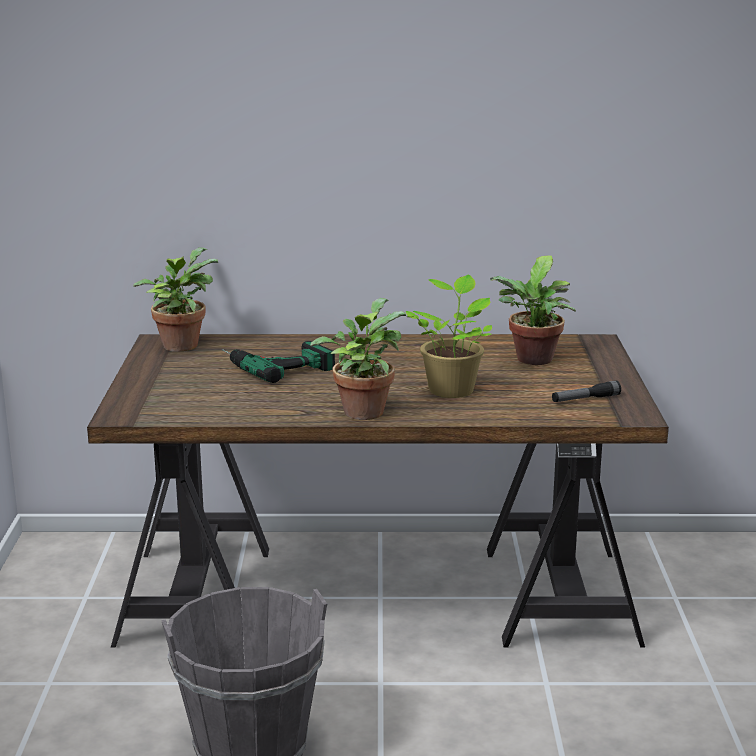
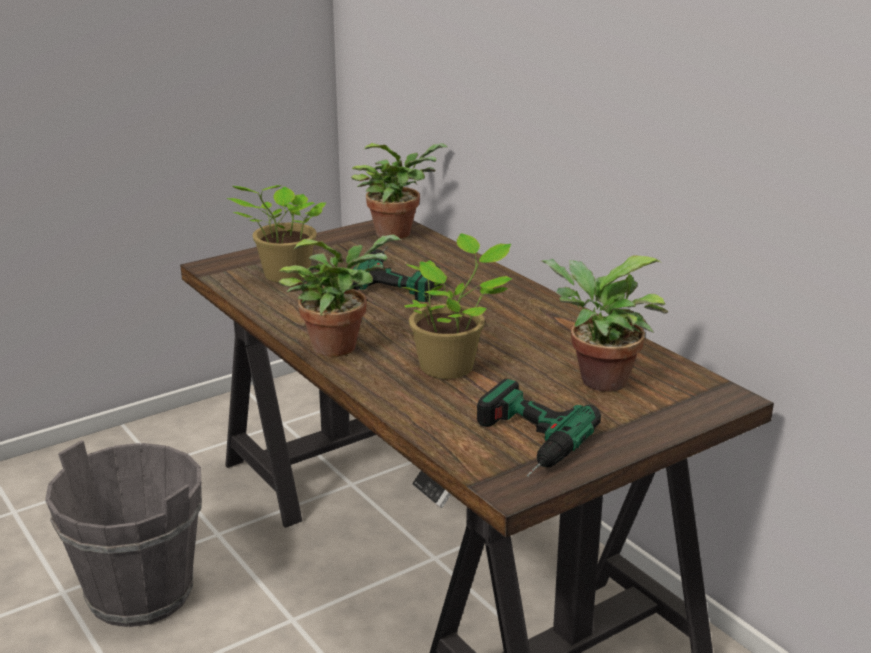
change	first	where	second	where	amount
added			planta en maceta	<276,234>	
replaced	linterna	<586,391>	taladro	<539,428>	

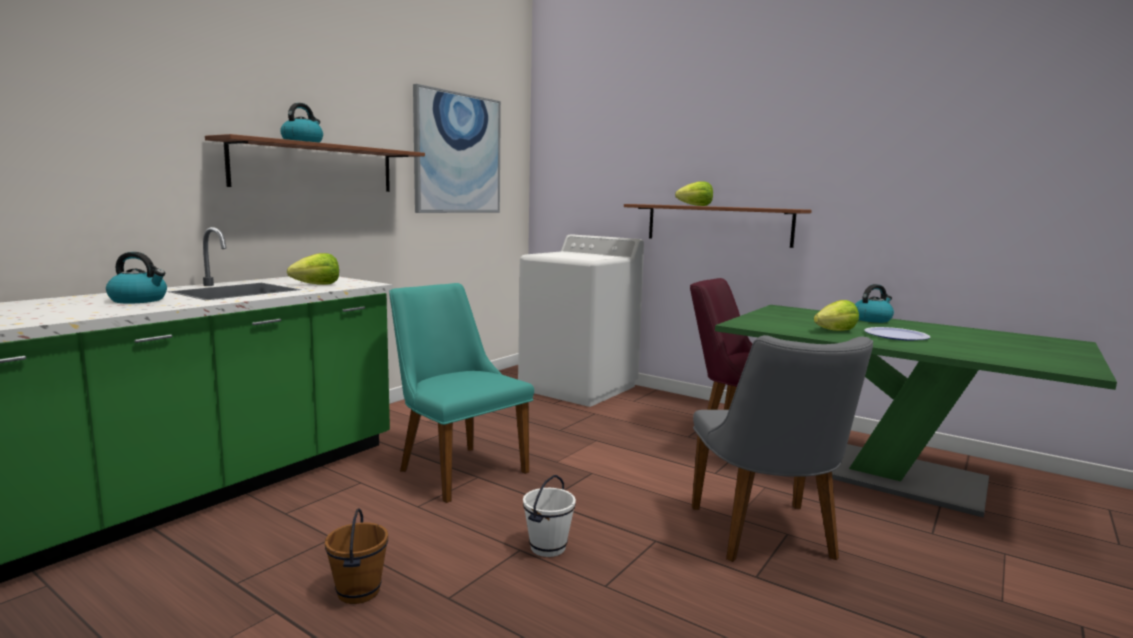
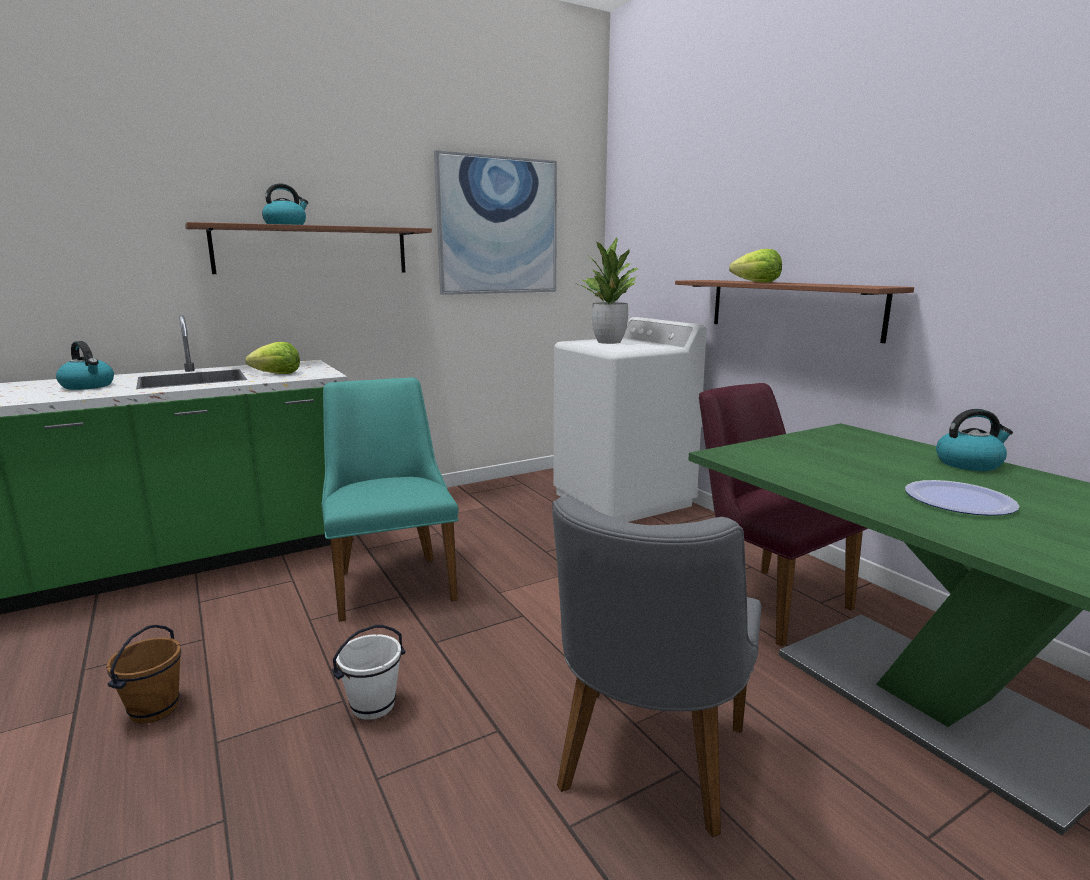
change	first	where	second	where	amount
added			planta en maceta	<606,291>	
removed	lechuga	<836,315>			

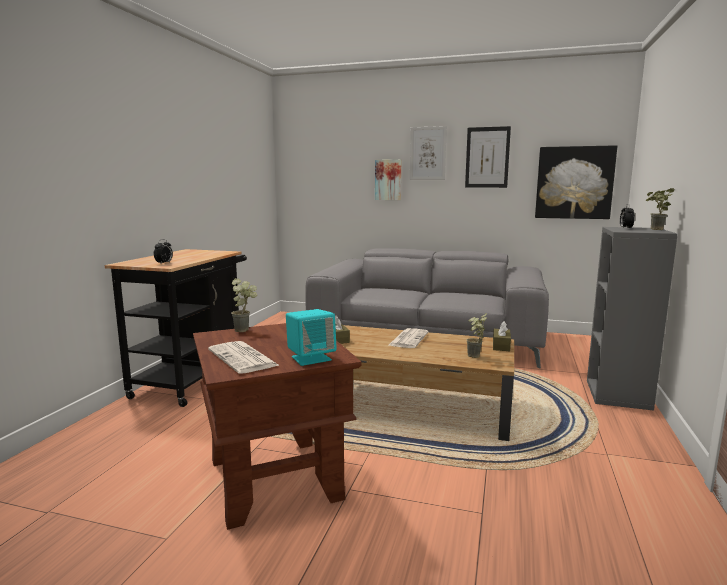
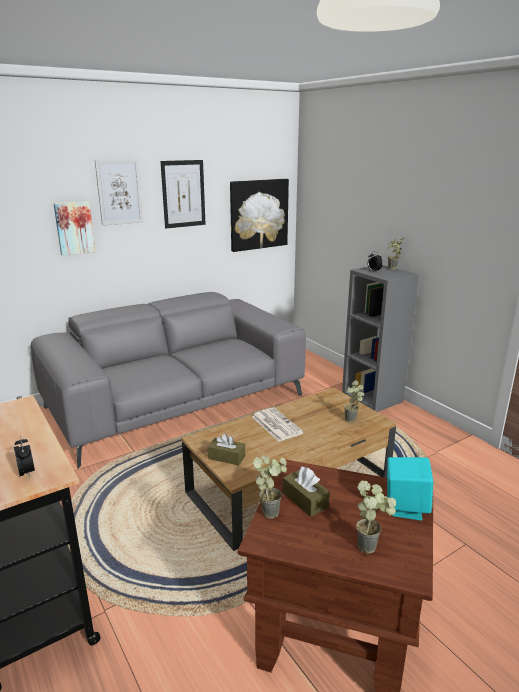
change	first	where	second	where	amount
moved	caja de pañuelos/marrón	<502,336>		<306,492>	
replaced	periódico	<244,357>	planta en maceta	<376,517>	

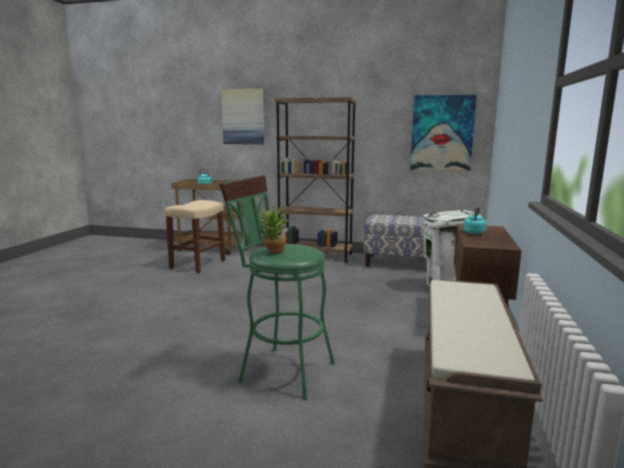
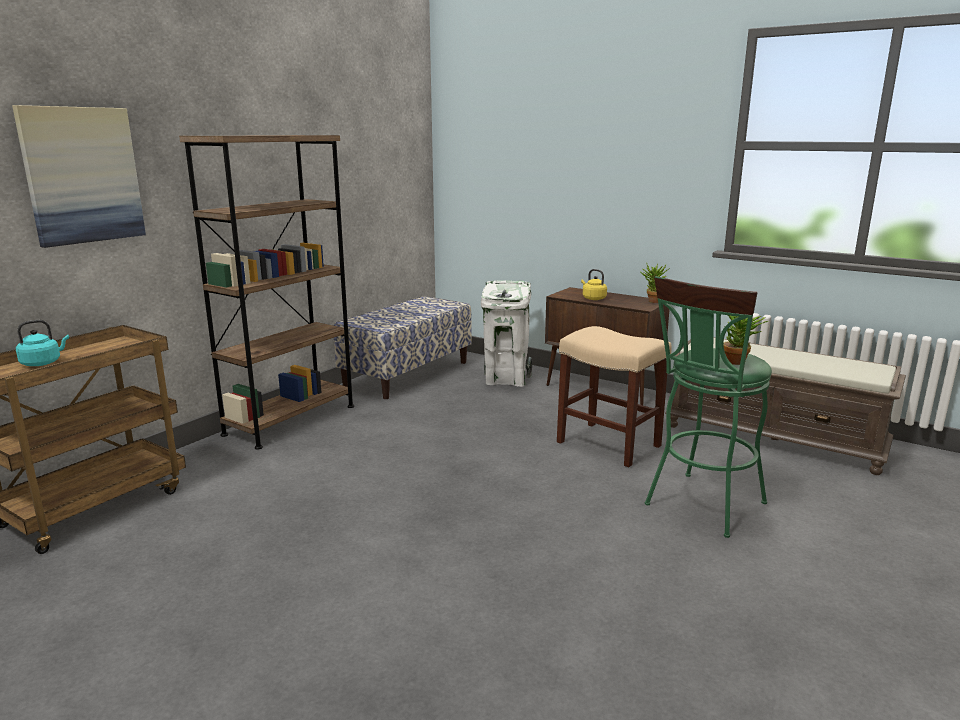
change	first	where	second	where	amount
moved	taburete/beis	<195,236>		<614,396>	
recoloured	hervidor/turquesa	<475,220>	hervidor/amarillo	<594,284>	
added			planta en maceta	<655,283>	
removed	cuadro	<443,133>			

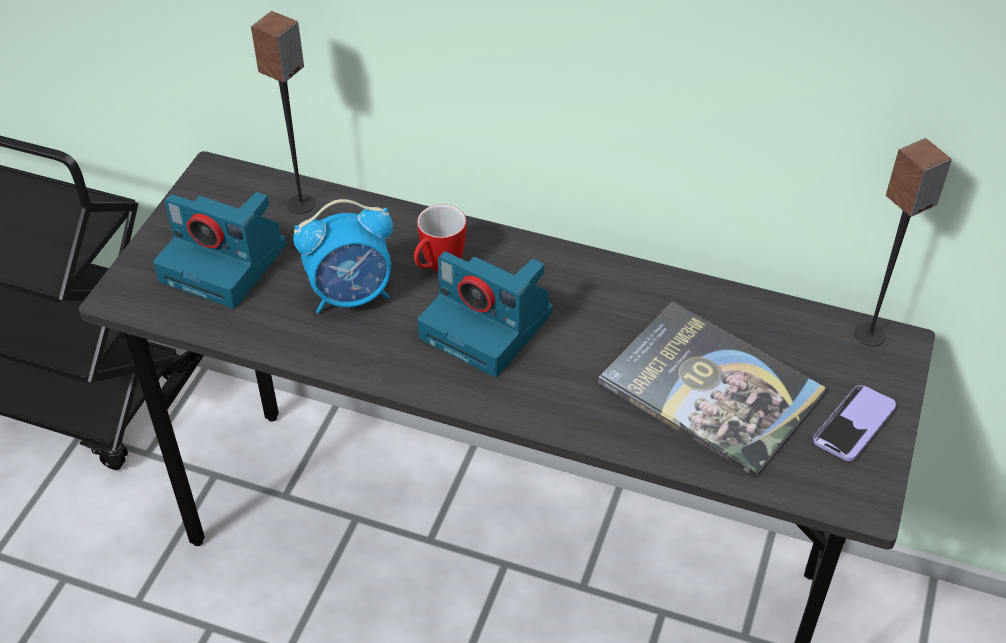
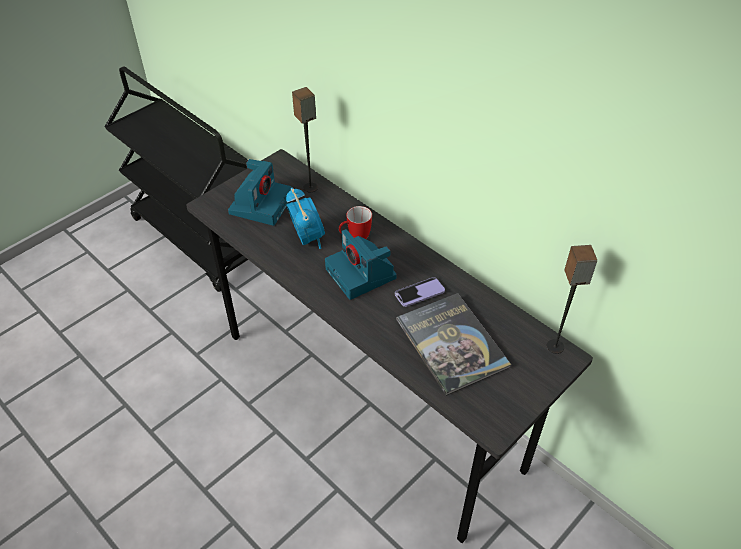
change	first	where	second	where	amount
turned	cámara	<219,250>		<260,192>	120 degrees counterclockwise
turned	despertador	<343,256>		<305,218>	120 degrees counterclockwise
moved	móvil	<854,423>		<420,292>	

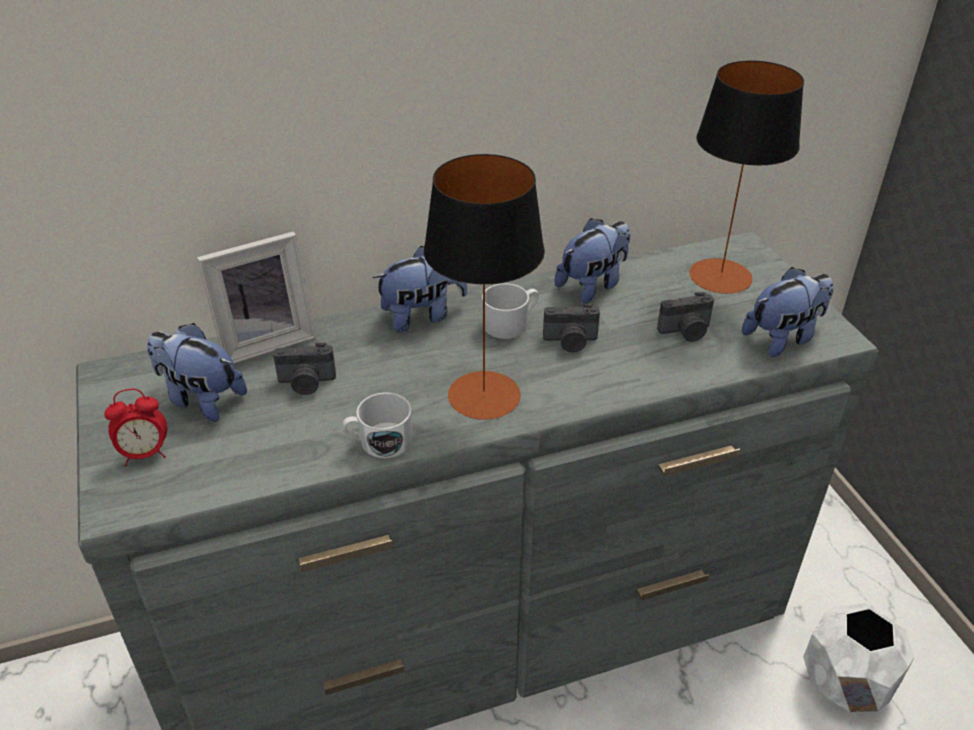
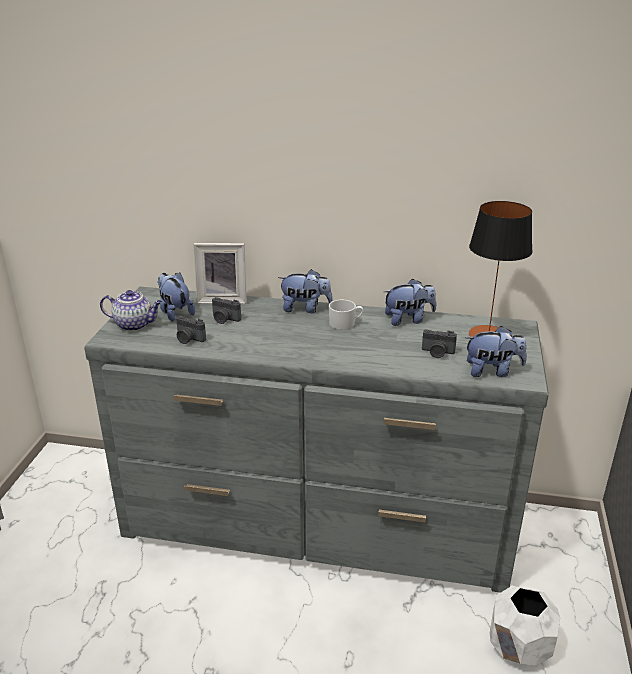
change	first	where	second	where	amount
replaced	despertador	<135,427>	tetera	<131,310>	
moved	cámara	<571,327>		<191,330>	
removed	taza grande/blanco	<377,425>			
removed	lámpara de mesa	<484,287>			

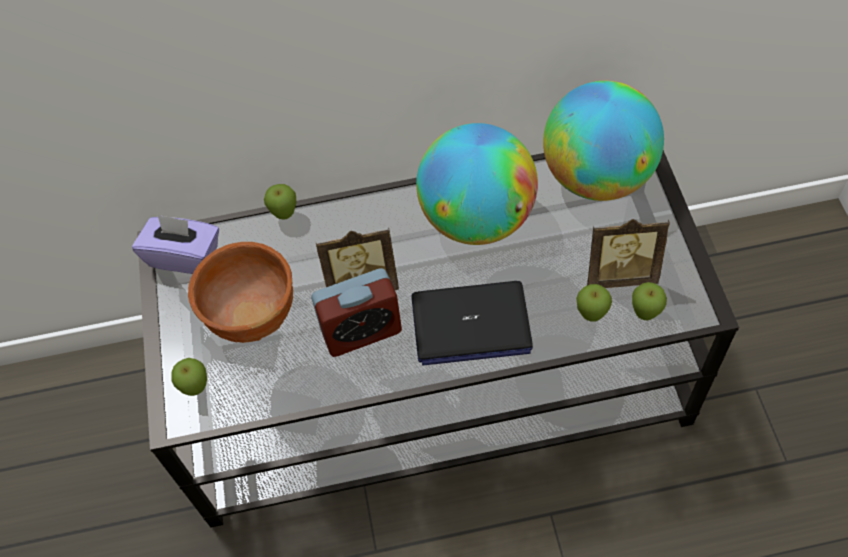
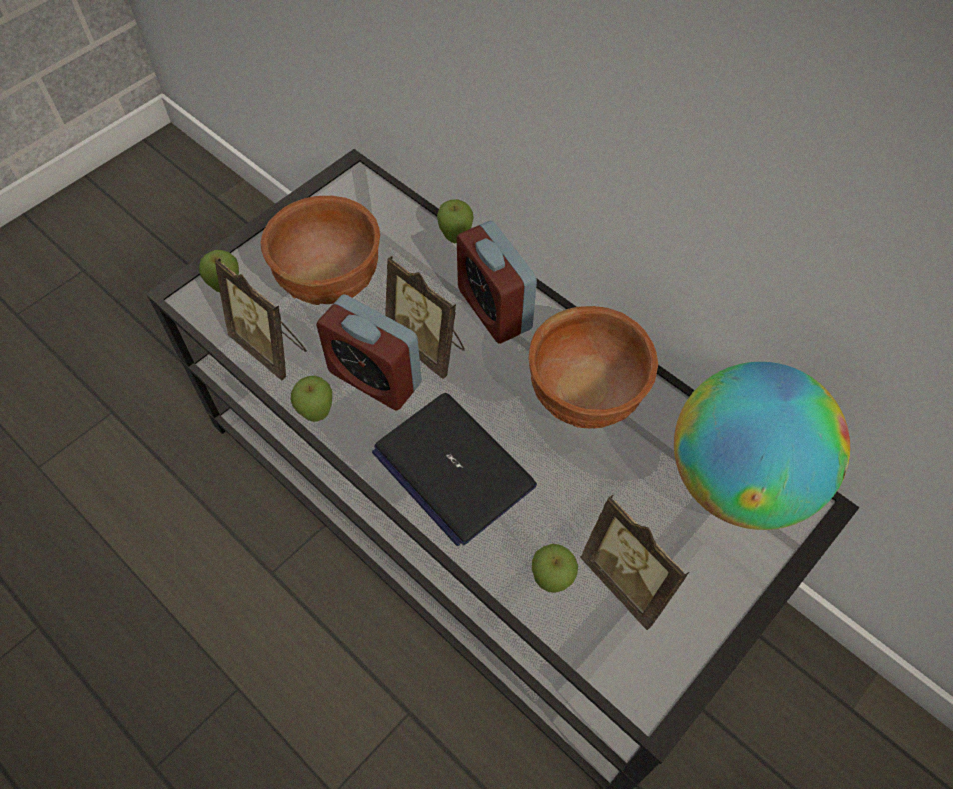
change	first	where	second	where	amount
added			portarretratos	<261,319>	
moved	manzana	<649,301>		<311,399>	
added			despertador	<496,282>	
replaced	globo terráqueo	<477,184>	cuenco/marrón	<593,367>	
removed	caja de pañuelos/morado	<175,244>			

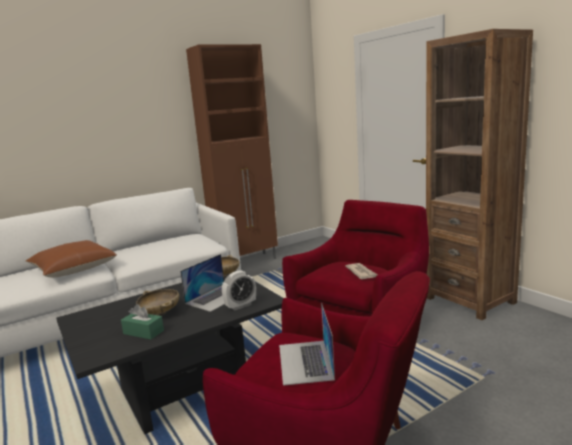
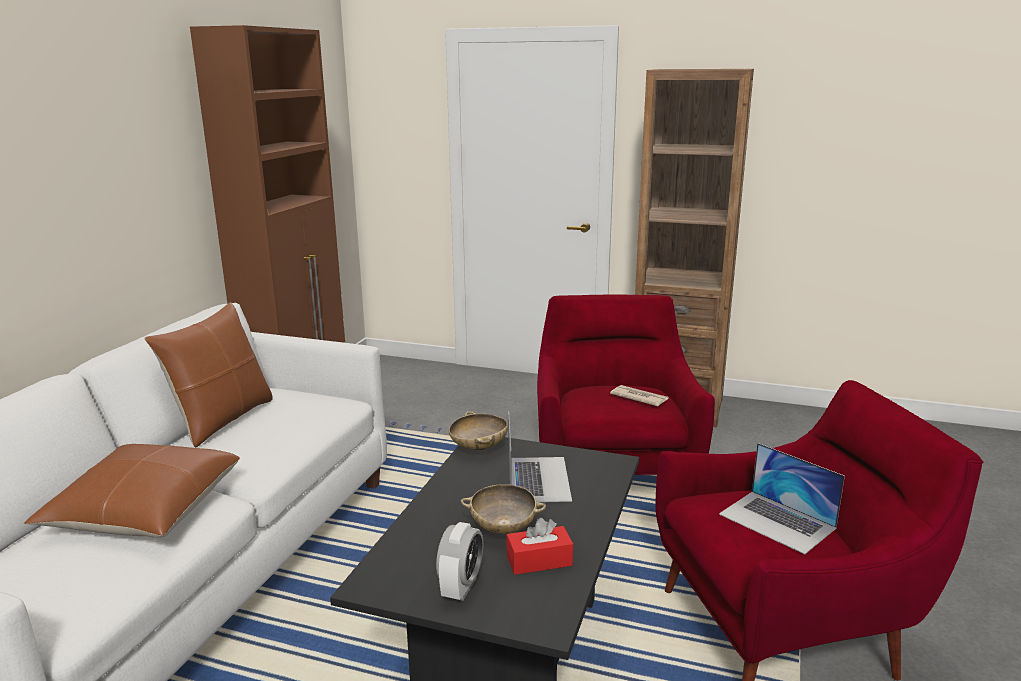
change	first	where	second	where	amount
added			cojín/marrón	<208,375>	
moved	despertador	<239,290>		<459,561>	
recoloured	caja de pañuelos/verde	<142,322>	caja de pañuelos/rojo	<539,546>	

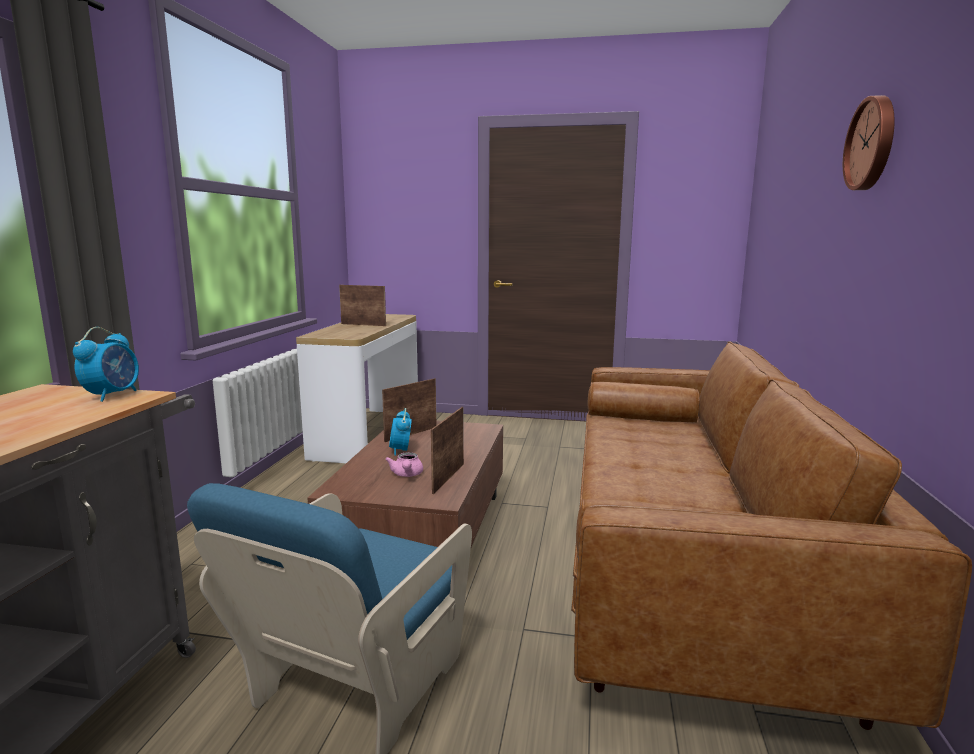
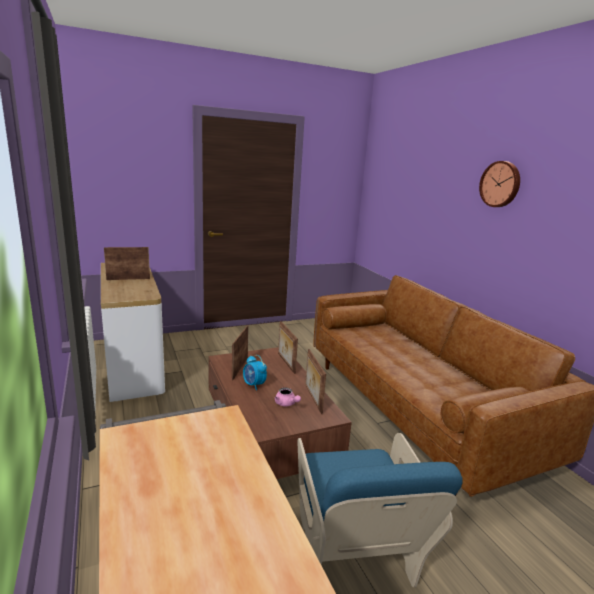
change	first	where	second	where	amount
added			portarretratos	<288,347>	
removed	despertador	<106,364>			

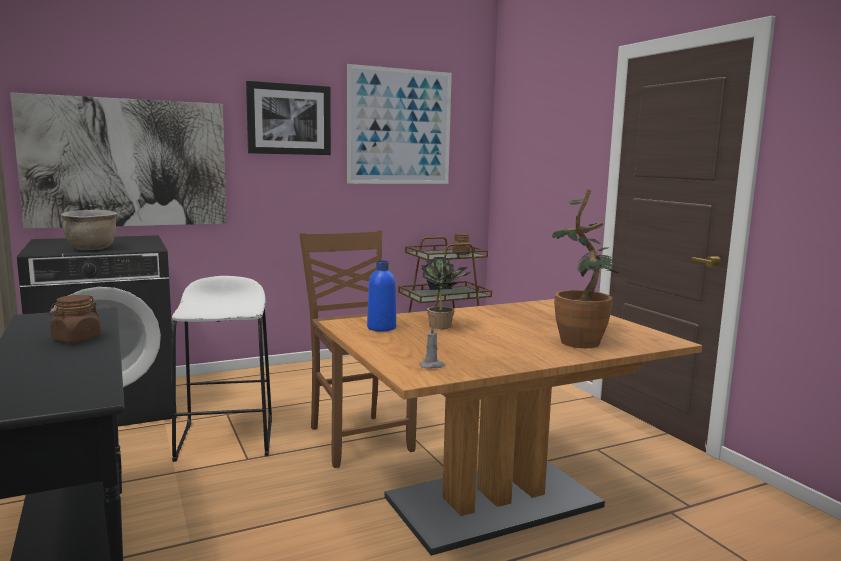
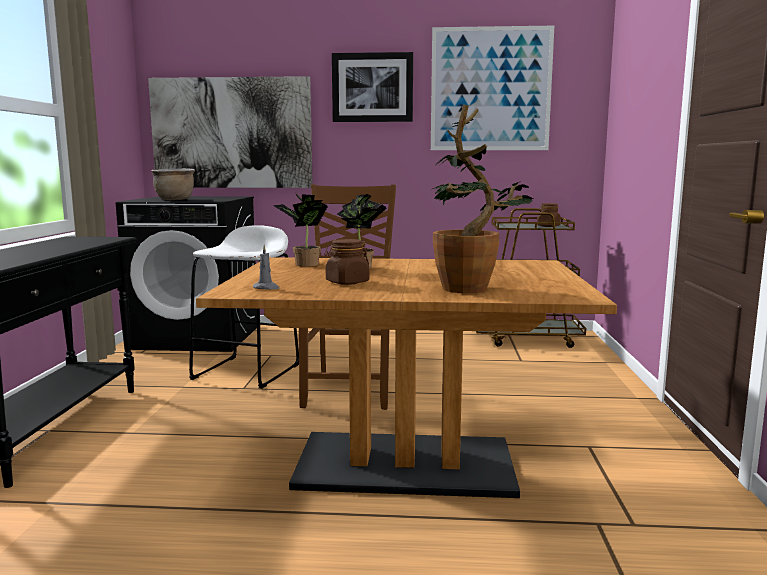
change	first	where	second	where	amount
replaced	botella/azul	<381,296>	planta en maceta	<300,229>	
moved	tarro/marrón	<75,319>		<346,262>	

